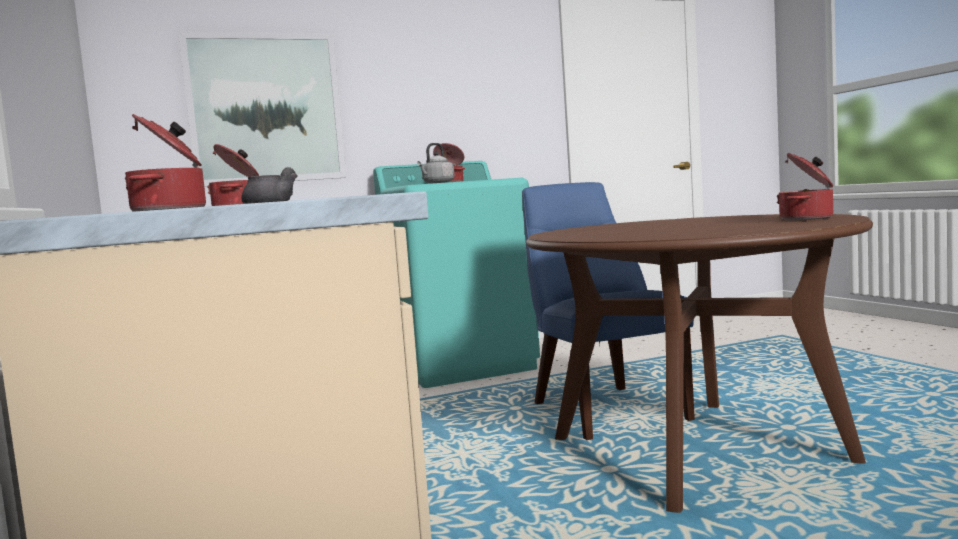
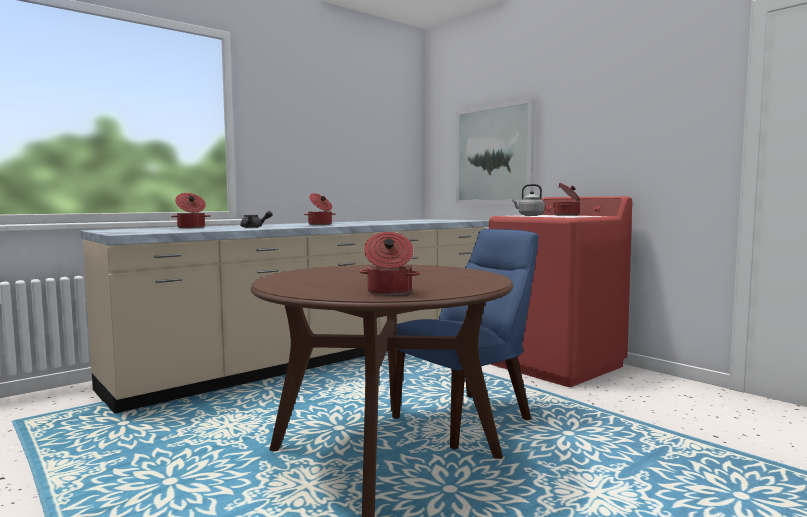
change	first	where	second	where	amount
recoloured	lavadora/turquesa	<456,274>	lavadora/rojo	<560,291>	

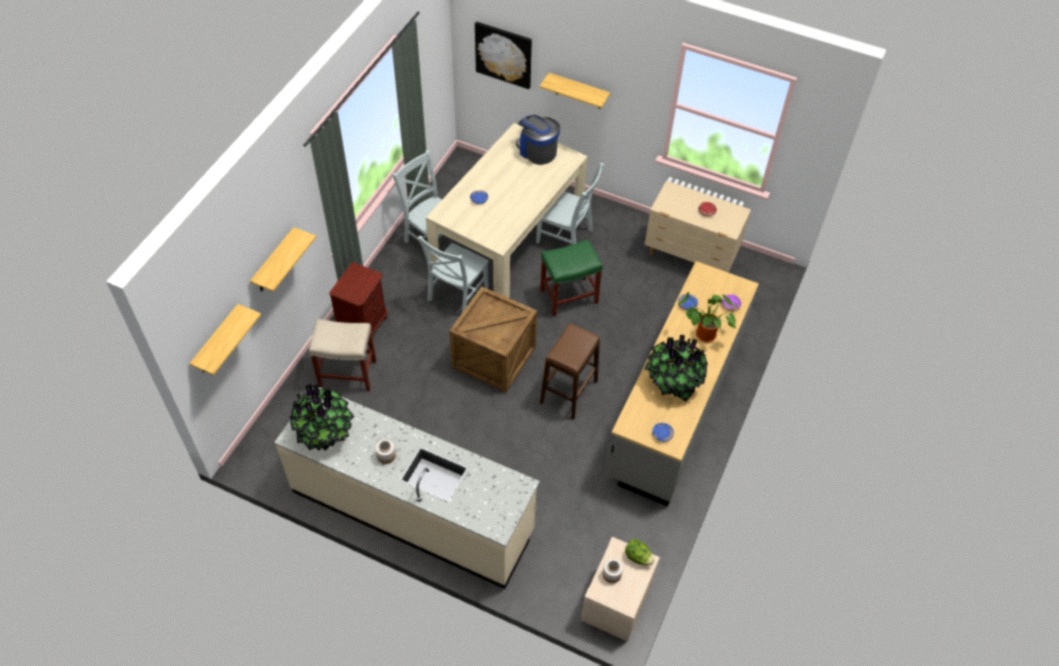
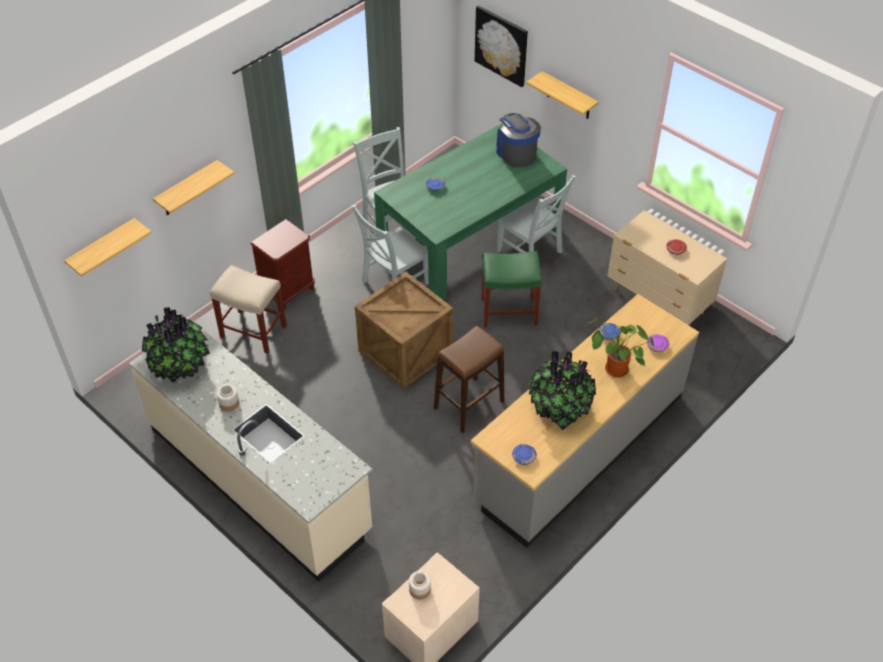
change	first	where	second	where	amount
recoloured	mesa de comedor/beis	<507,210>	mesa de comedor/verde	<470,211>	
removed	lechuga	<639,552>			

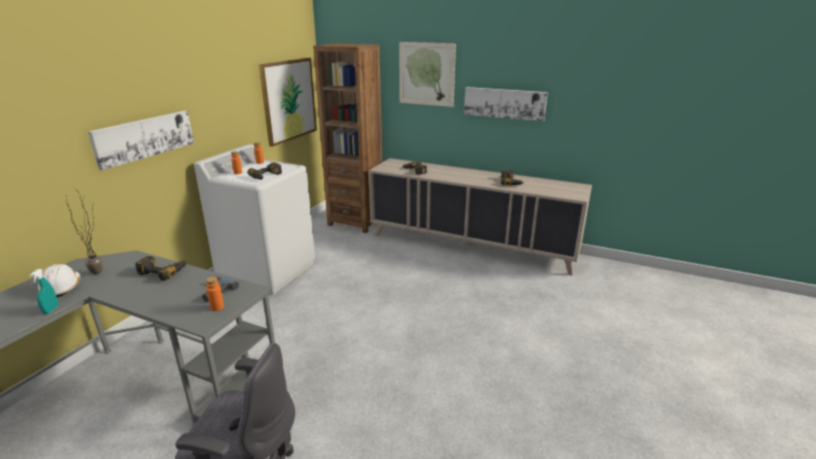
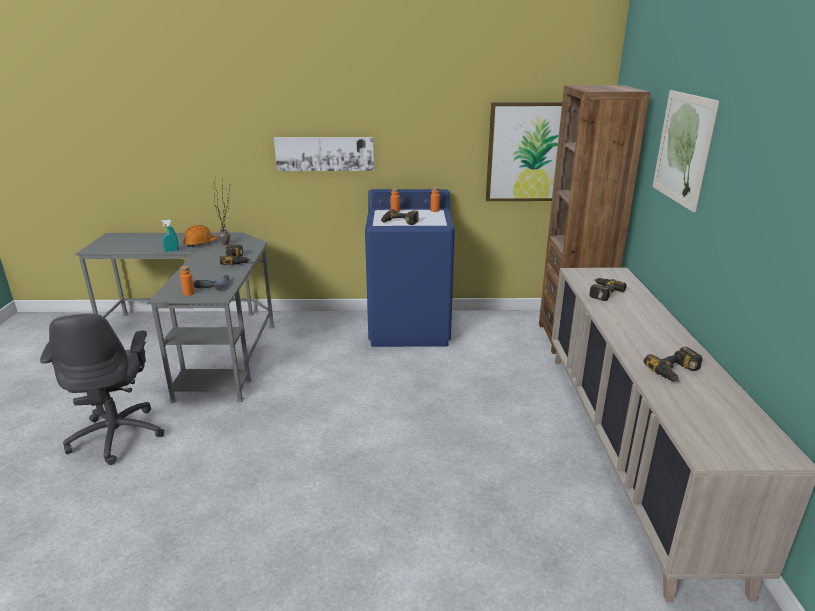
change	first	where	second	where	amount
recoloured	casco/blanco	<59,280>	casco/naranja	<200,236>	
recoloured	lavadora/blanco	<254,219>	lavadora/azul	<410,268>	
removed	cuadro	<506,104>			

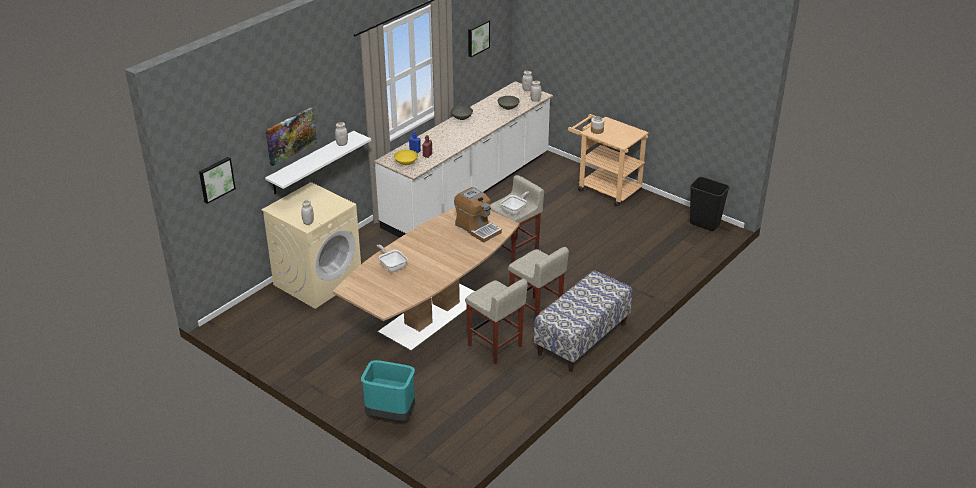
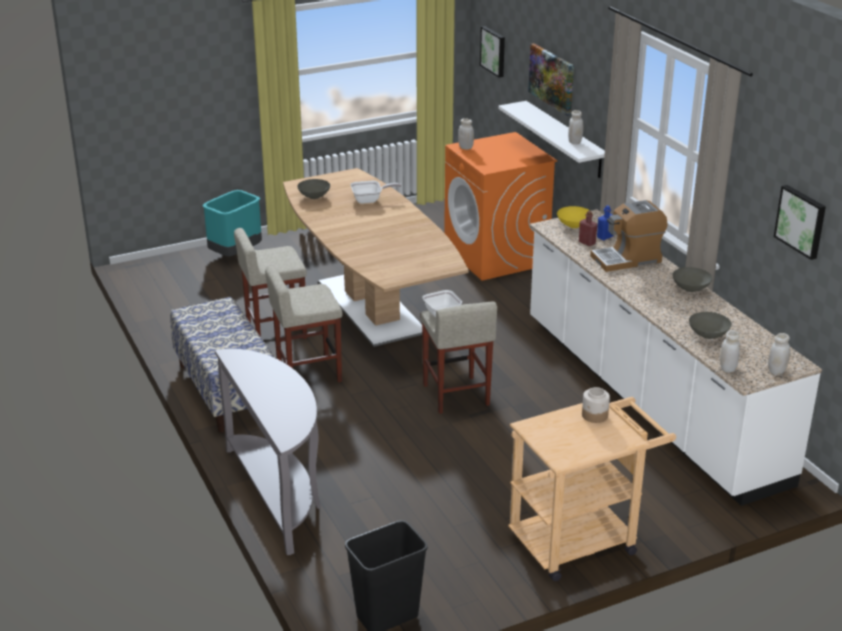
change	first	where	second	where	amount
added			mesa consola/gris	<268,452>	
added			cuenco/gris	<313,189>	
recoloured	lavadora/beis	<311,245>	lavadora/naranja	<500,206>	
moved	cafetera	<478,214>		<629,236>	

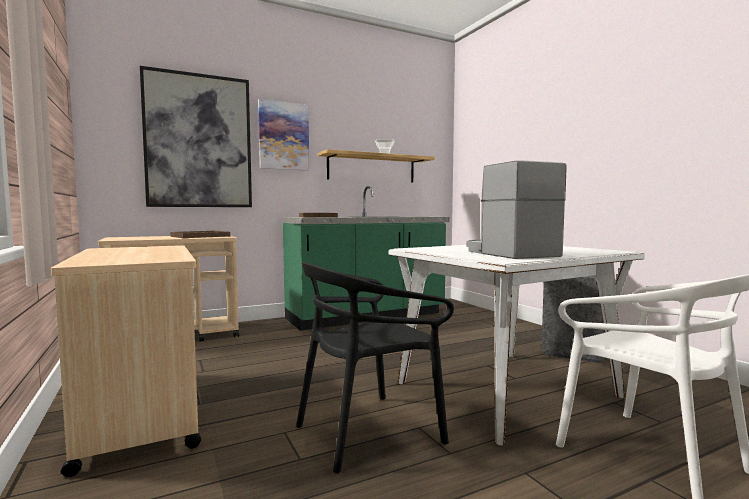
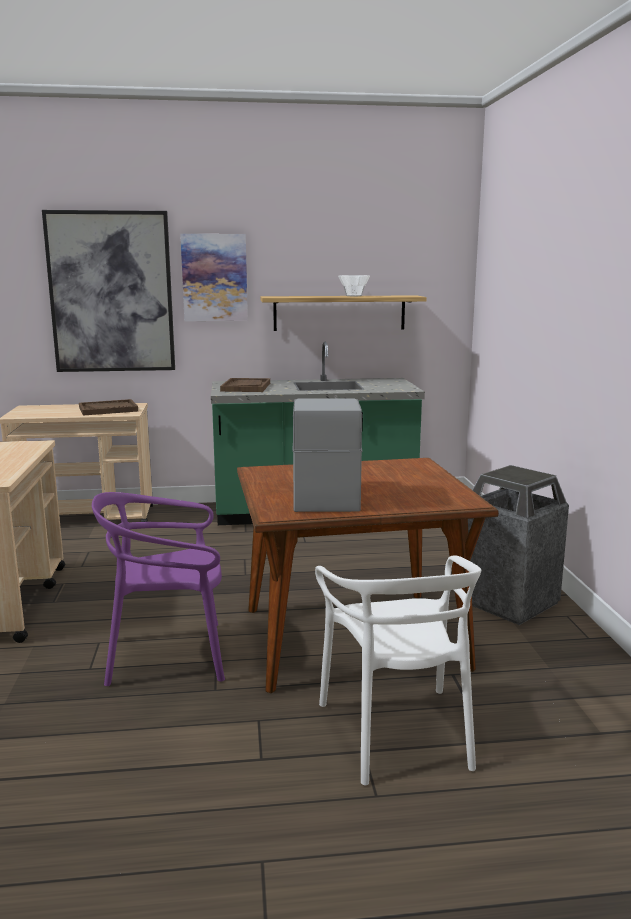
change	first	where	second	where	amount
recoloured	silla/negro	<375,367>	silla/morado	<158,589>	
recoloured	mesa de comedor/blanco	<517,345>	mesa de comedor/marrón	<368,575>	

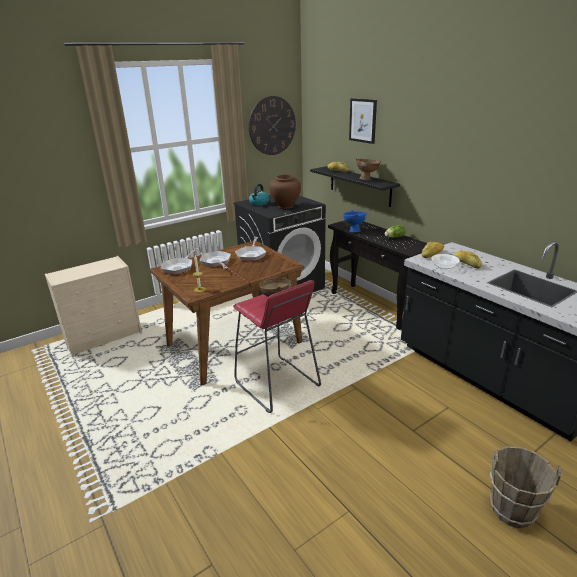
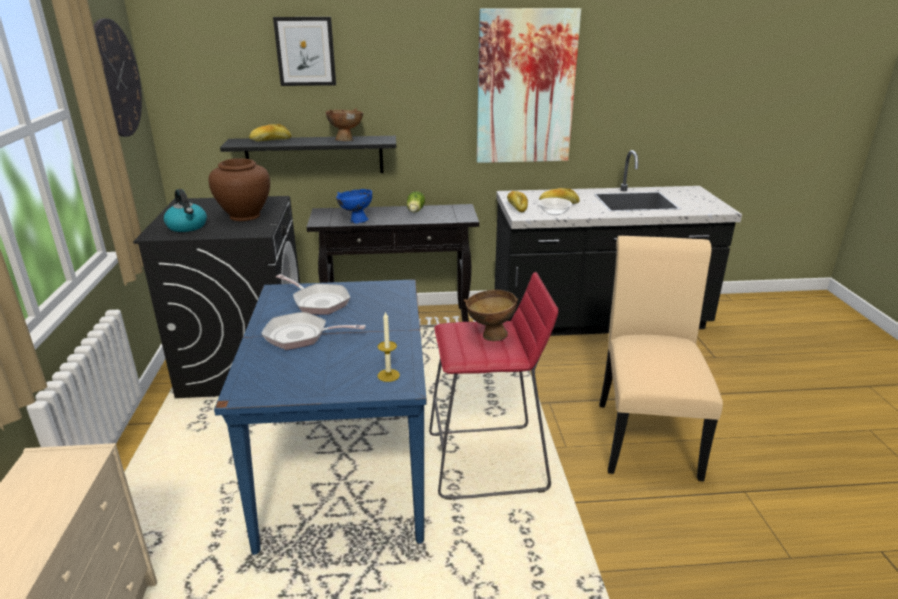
change	first	where	second	where	amount
recoloured	mesa de comedor/marrón	<227,313>	mesa de comedor/azul	<320,417>	
added			cuadro	<529,85>	
added			silla/beis	<661,358>	
removed	sartén	<179,261>			
removed	cubo/marrón	<525,487>			

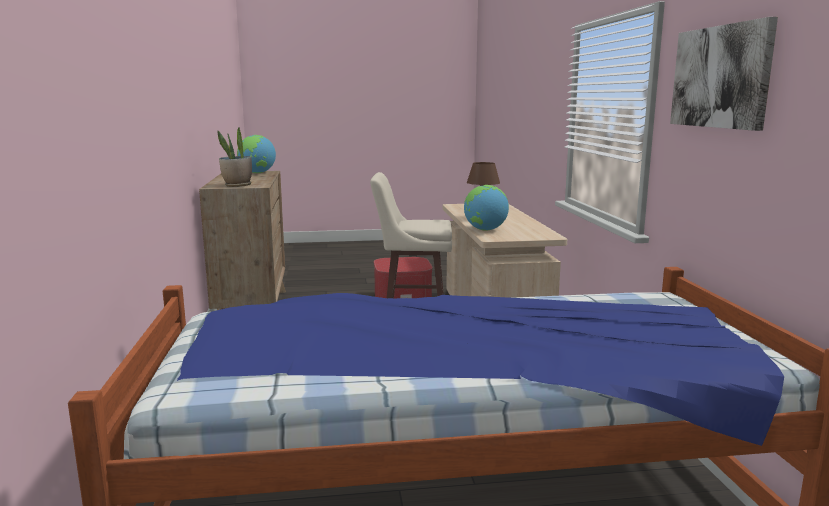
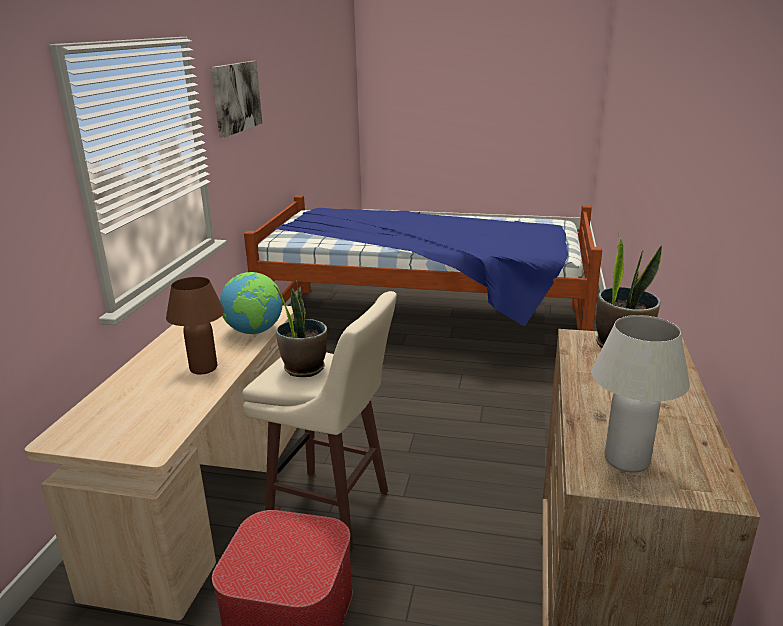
change	first	where	second	where	amount
added			planta en maceta	<300,328>	
replaced	globo terráqueo	<256,154>	lámpara de mesa/blanco	<640,394>	

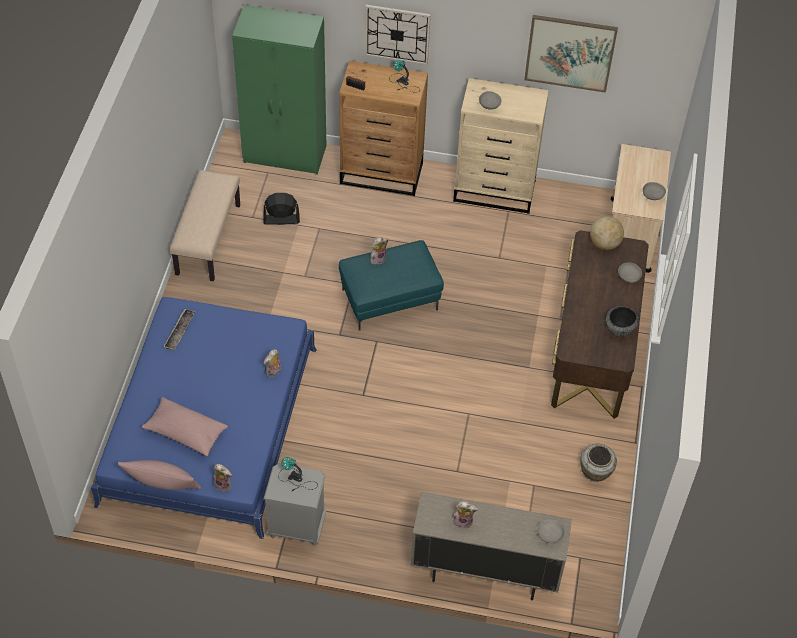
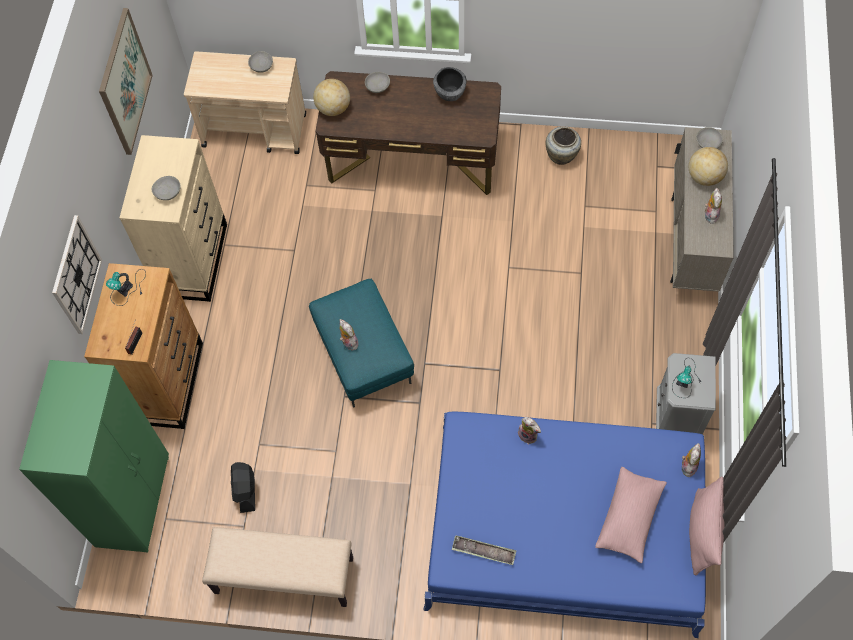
change	first	where	second	where	amount
added			globo terráqueo	<708,166>	

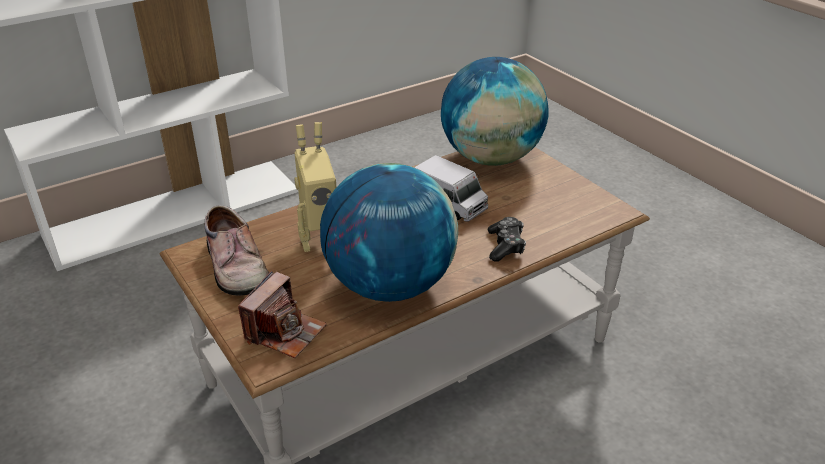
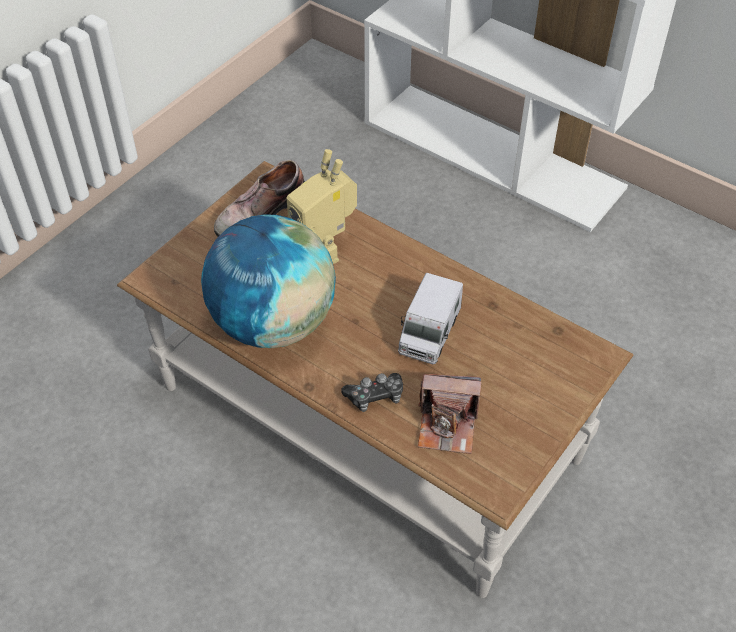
change	first	where	second	where	amount
moved	cámara	<282,314>		<449,414>	
removed	globo terráqueo	<495,111>			

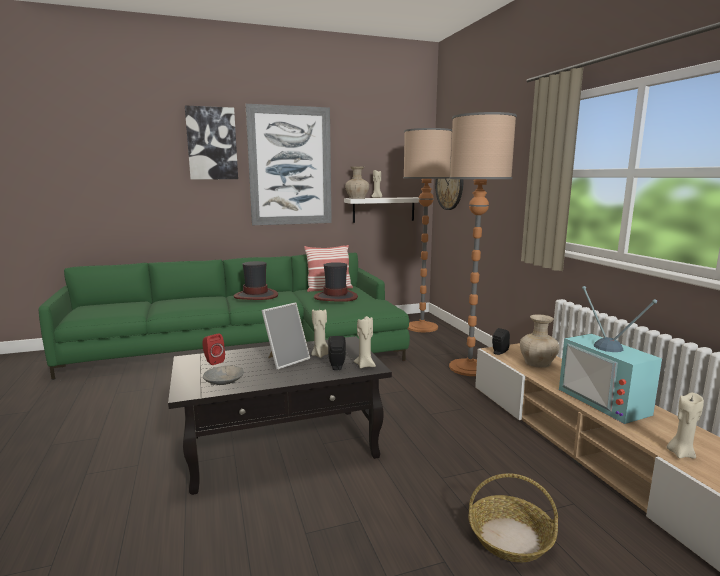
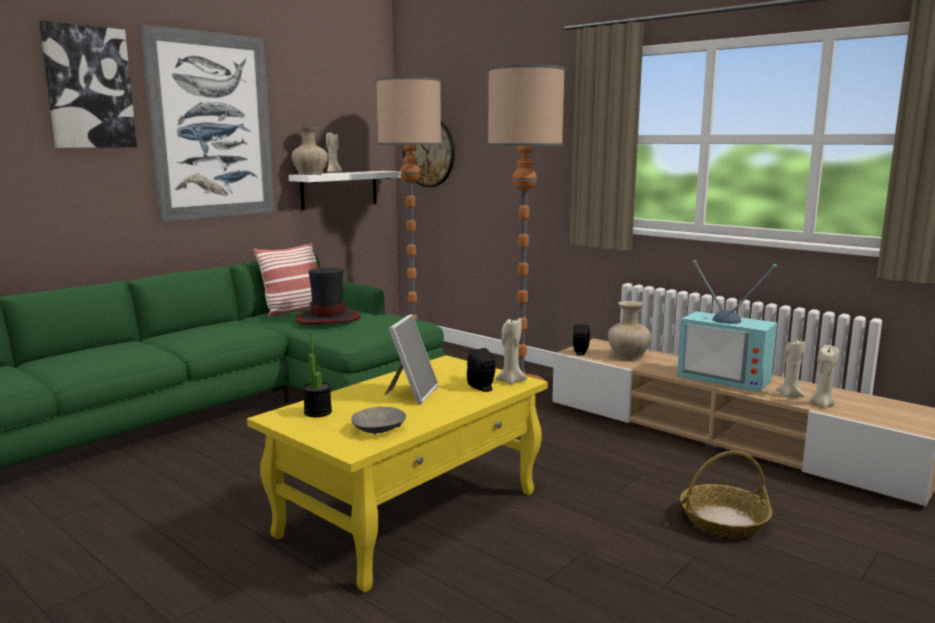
change	first	where	second	where	amount
recoloured	mesa de centro/negro	<280,415>	mesa de centro/amarillo	<397,473>	
replaced	altavoz/rojo	<213,349>	planta en maceta	<317,374>	
moved	vela/beis	<319,333>		<790,368>	
removed	sombrero	<256,280>			

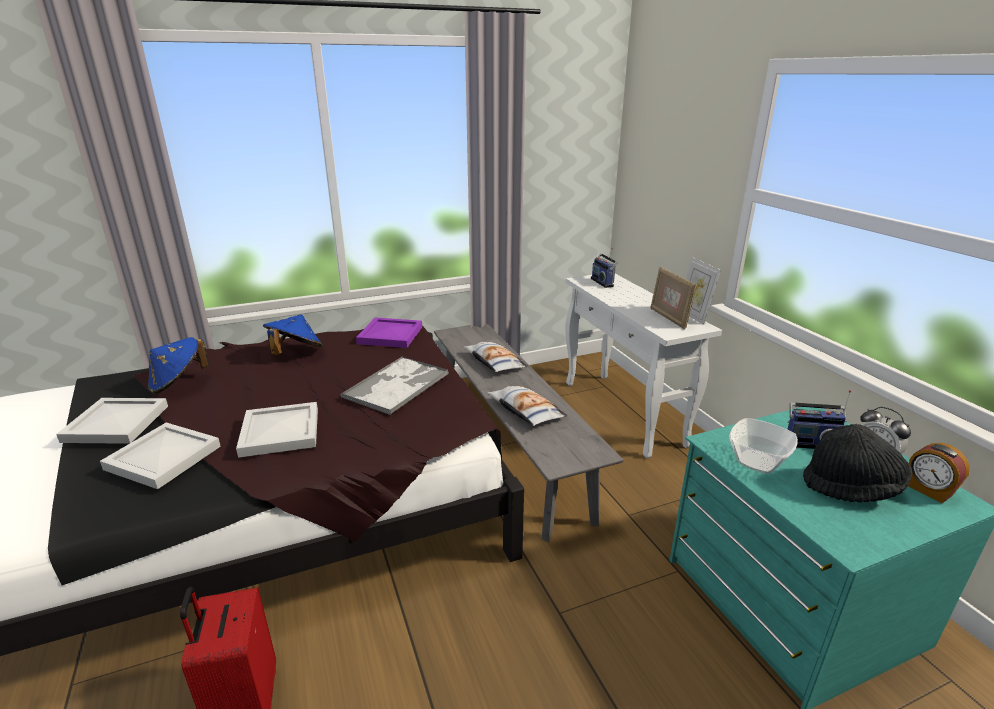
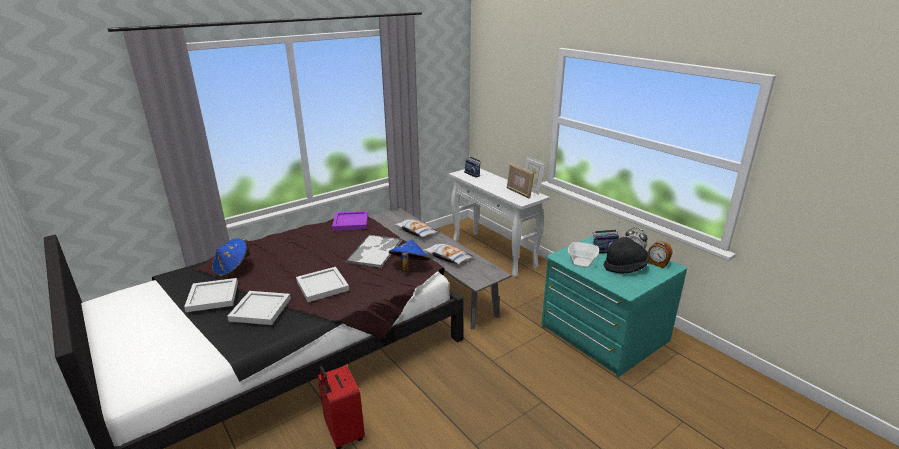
change	first	where	second	where	amount
moved	sombrero/azul	<293,335>		<409,255>	

